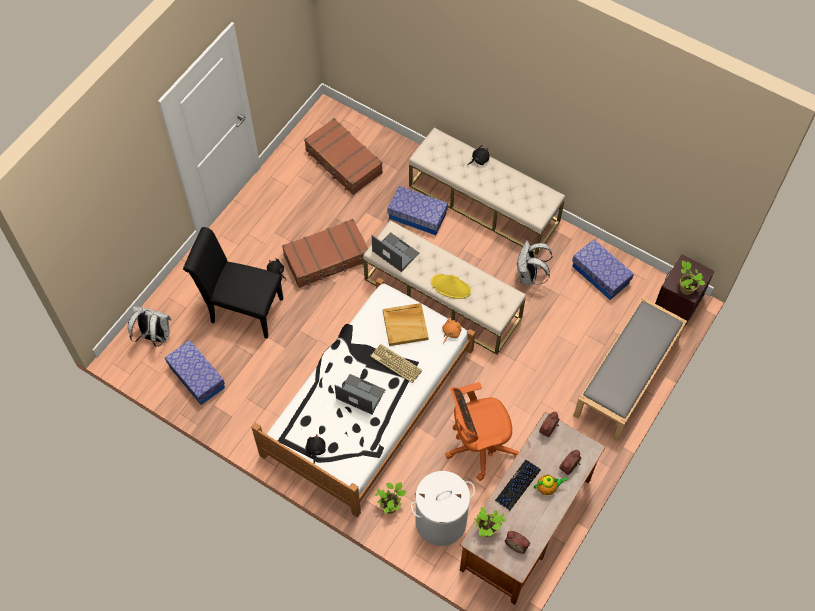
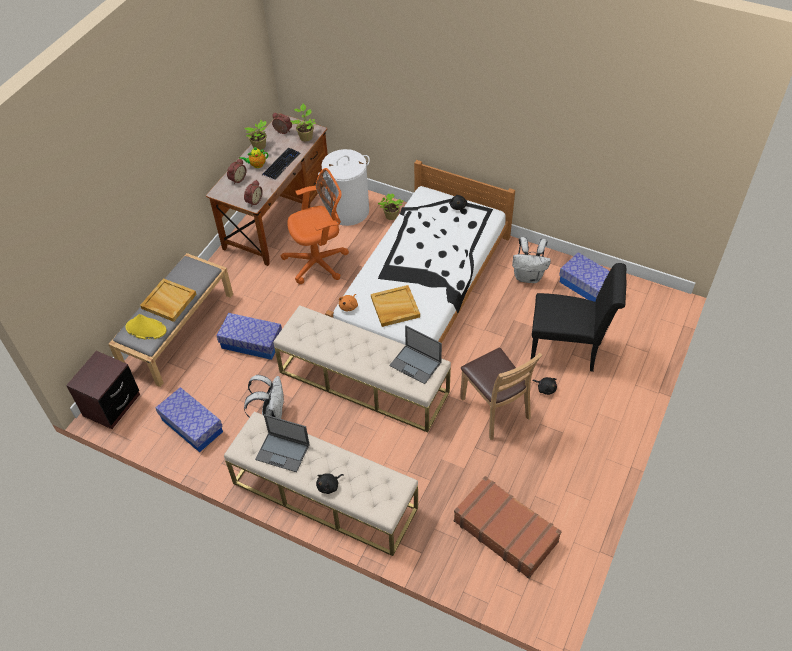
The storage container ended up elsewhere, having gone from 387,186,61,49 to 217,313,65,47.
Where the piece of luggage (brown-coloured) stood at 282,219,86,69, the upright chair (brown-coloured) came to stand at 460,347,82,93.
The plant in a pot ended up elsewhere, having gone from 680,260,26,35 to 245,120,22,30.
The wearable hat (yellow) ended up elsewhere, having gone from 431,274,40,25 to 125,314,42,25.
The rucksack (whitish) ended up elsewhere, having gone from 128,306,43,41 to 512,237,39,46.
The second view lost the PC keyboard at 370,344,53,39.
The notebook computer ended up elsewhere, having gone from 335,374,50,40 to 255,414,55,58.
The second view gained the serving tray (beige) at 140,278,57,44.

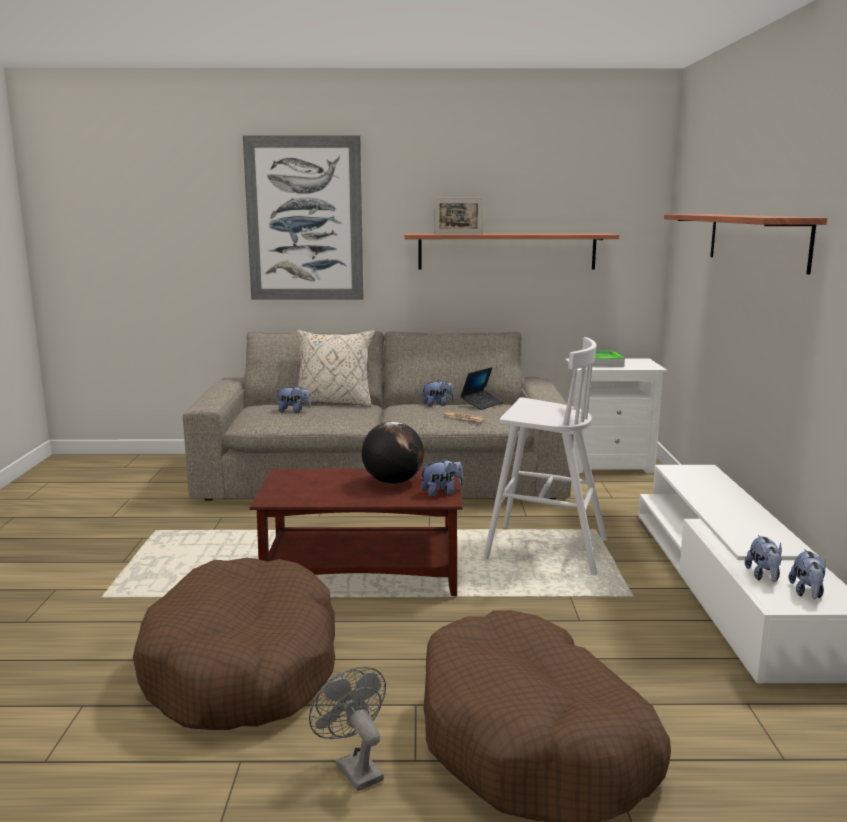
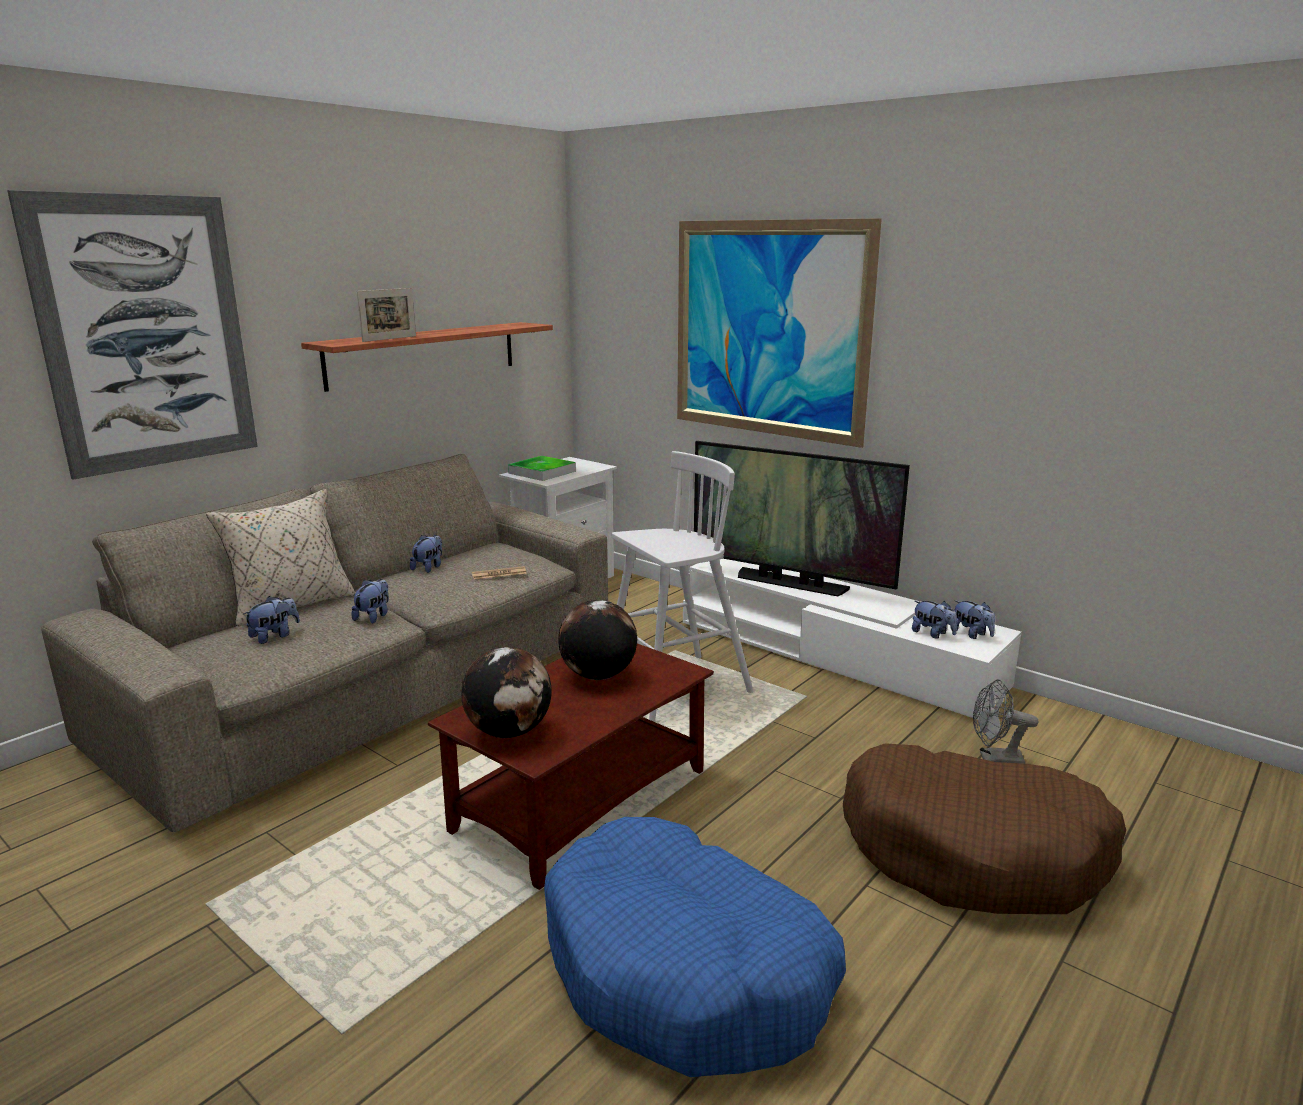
Where the wall shelf hung at 664,214,163,61, the picture came to hang at 677,218,205,230.
The second view lost the notebook computer at 460,367,44,43.
The cuddly toy ended up elsewhere, having gone from 420,457,44,40 to 351,579,38,45.
What was the pet bed (brown-coloured) at 133,558,202,172 turned into the pet bed (blue-coloured) at 544,817,302,260.
The fan (gray) ended up elsewhere, having gone from 309,667,77,124 to 973,679,65,85.
The second view gained the television at 694,441,216,155.
The second view gained the desk globe at 461,647,91,91.

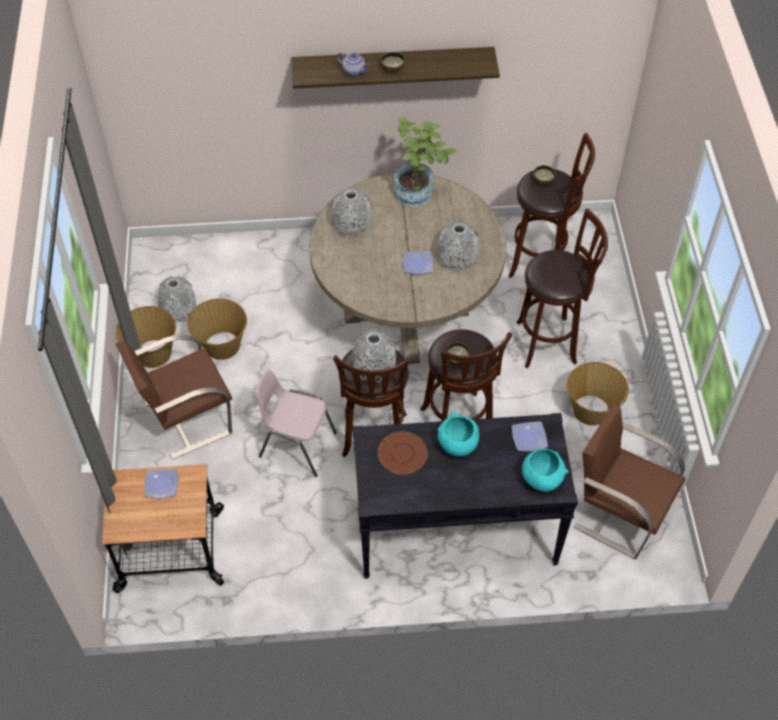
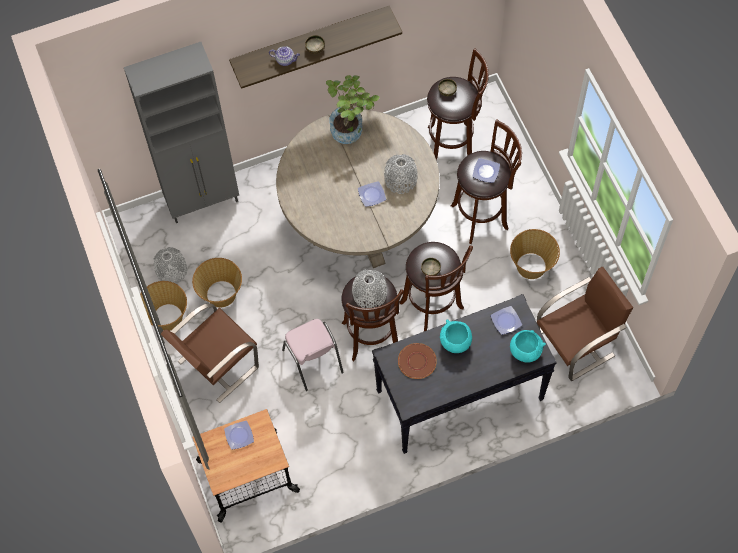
The second view lost the flower vase (gray) at 332,188,40,50.
The upright chair (pinkish) at 255,369,82,108 ended up facing another way, 120 degrees counterclockwise from before.
The upright chair (brown-coloured) at 574,404,112,155 ended up facing another way, 135 degrees clockwise from before.
The second view gained the storage cabinet (gray) at 124,42,115,181.
The second view gained the dinner plate at 473,158,27,25.

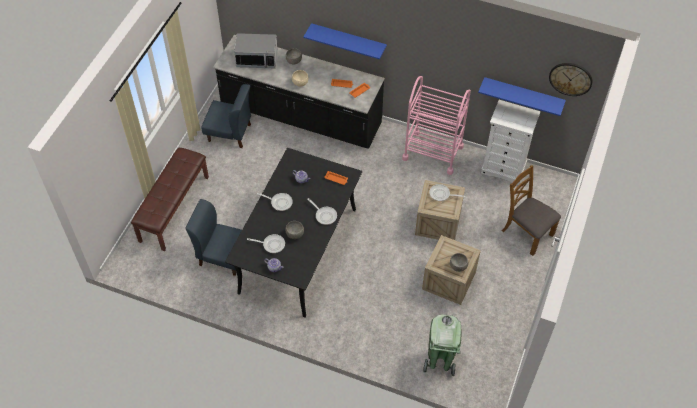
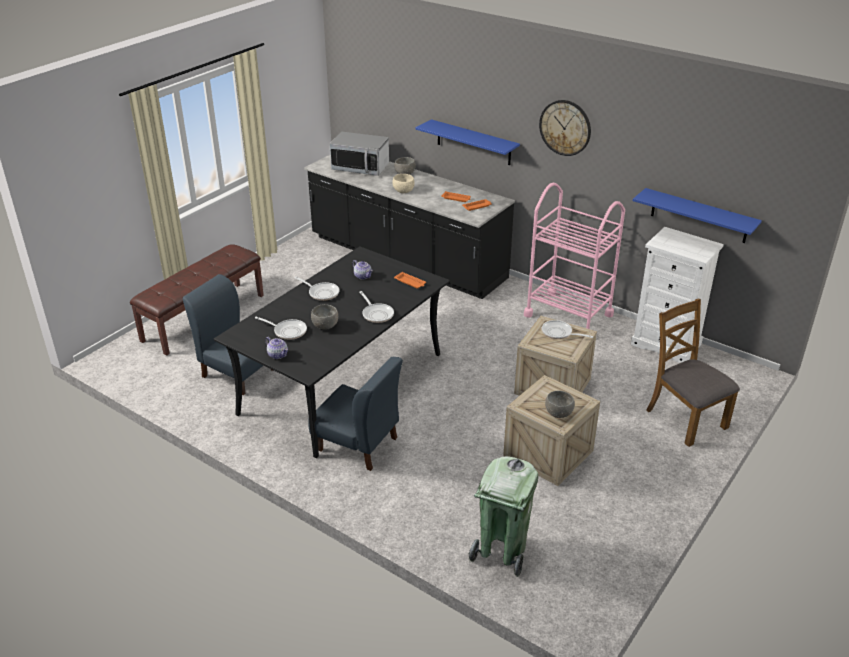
The hanging clock ended up elsewhere, having gone from 549,63,43,33 to 539,100,52,56.
The upright chair (blue-coloured) ended up elsewhere, having gone from 201,84,50,64 to 308,357,95,114.

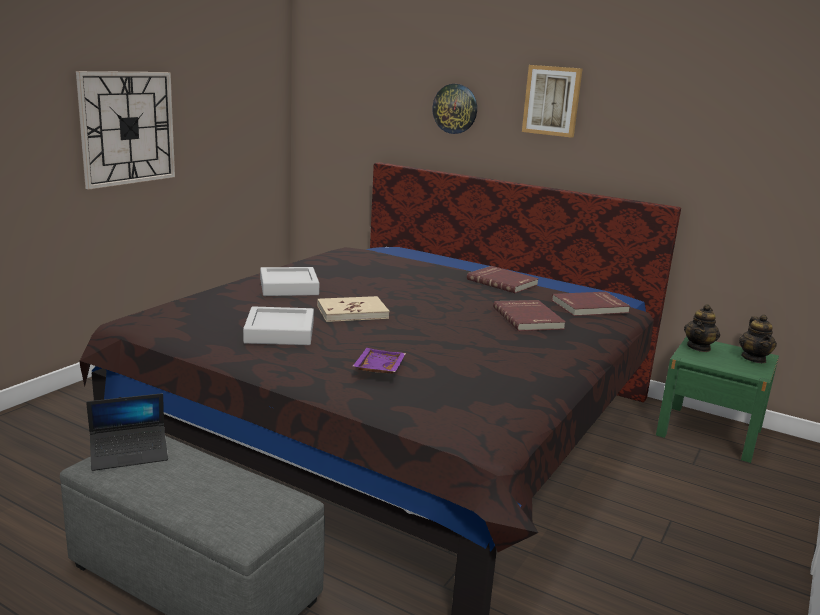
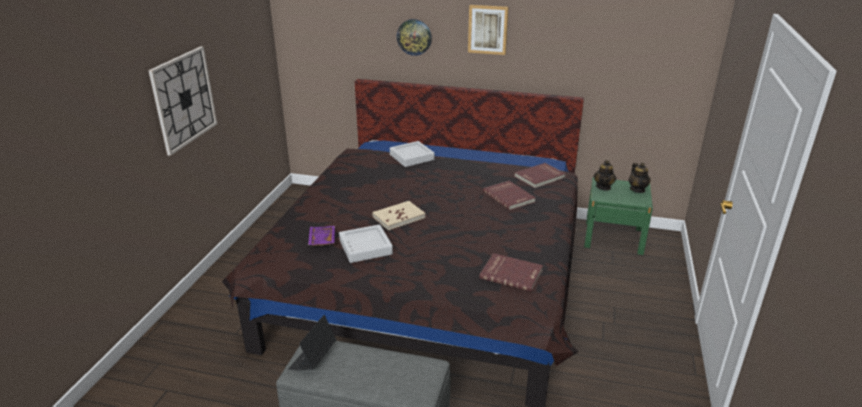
The book (red) ended up elsewhere, having gone from 467,266,72,27 to 480,253,63,39.
The serving tray (gray) ended up elsewhere, having gone from 260,267,59,29 to 390,141,45,26.
The serving tray (purple-coloured) ended up elsewhere, having gone from 353,348,53,26 to 308,226,27,20.
The notebook computer at 86,393,82,78 ended up facing another way, 150 degrees clockwise from before.

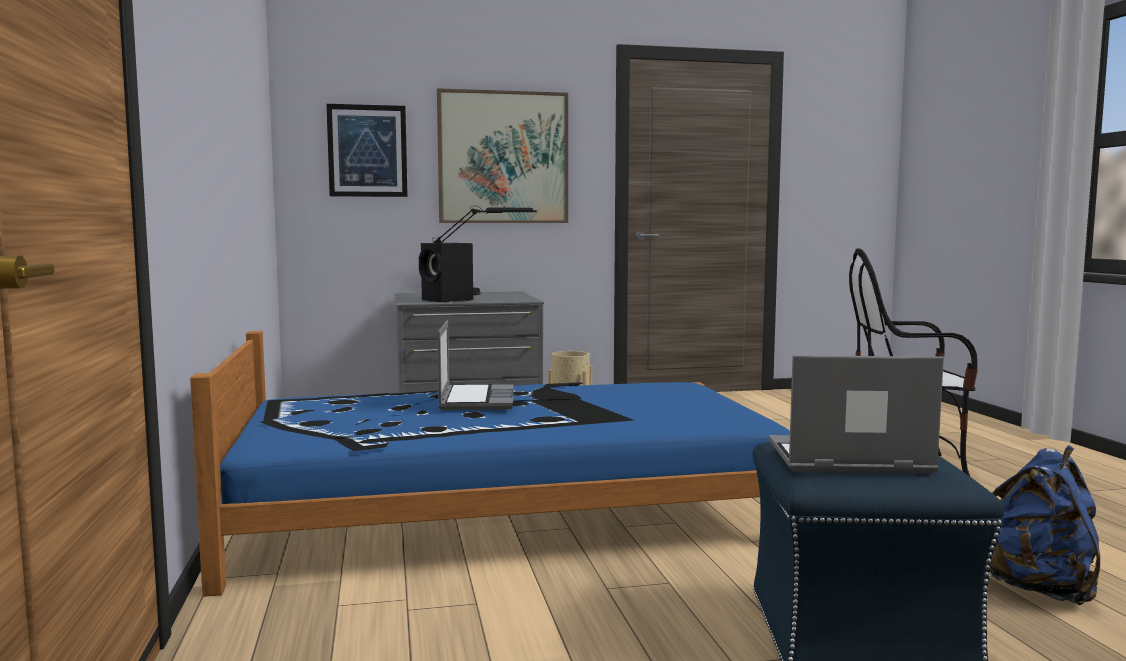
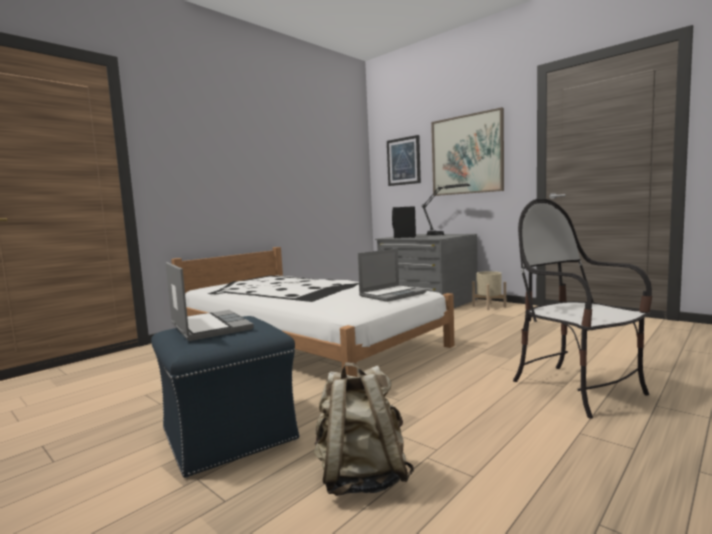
The notebook computer ended up elsewhere, having gone from 437,320,76,90 to 358,248,69,54.
What was the bedroom bed (blue-coloured) at 190,331,600,266 turned into the bedroom bed (whitish) at 171,247,283,130.
What was the rucksack (blue-coloured) at 990,446,110,159 turned into the rucksack (beige) at 314,362,100,134.

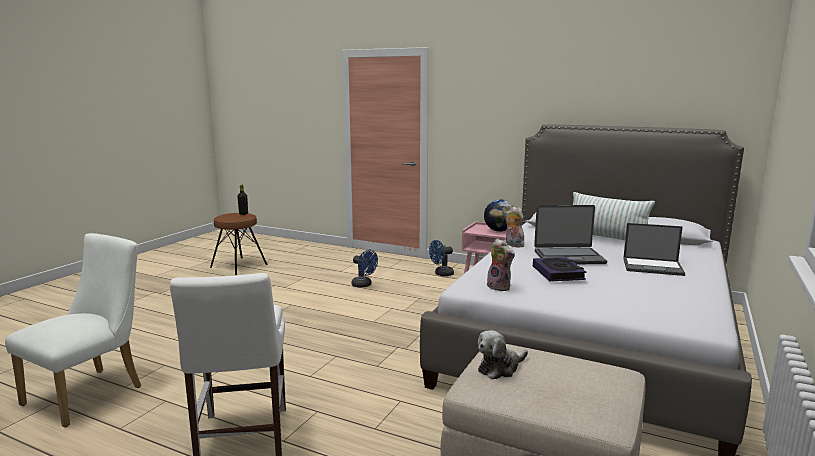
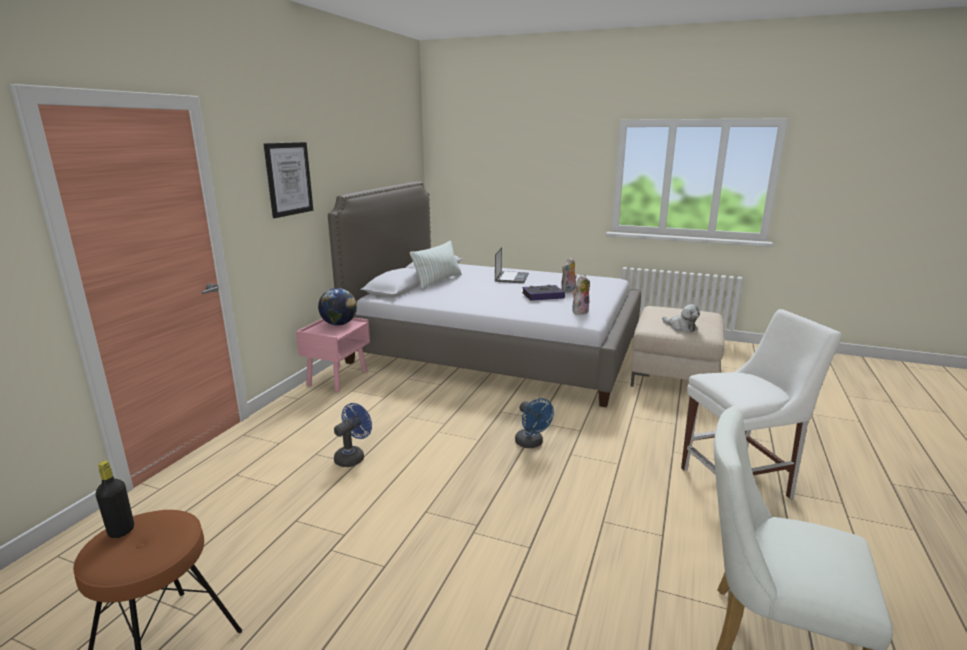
The second view lost the notebook computer at 534,205,73,59.
The cuddly toy ended up elsewhere, having gone from 504,207,20,41 to 561,257,16,36.
The fan (blue-coloured) ended up elsewhere, having gone from 429,240,25,36 to 515,398,39,50.
The second view gained the picture at 264,142,49,76.

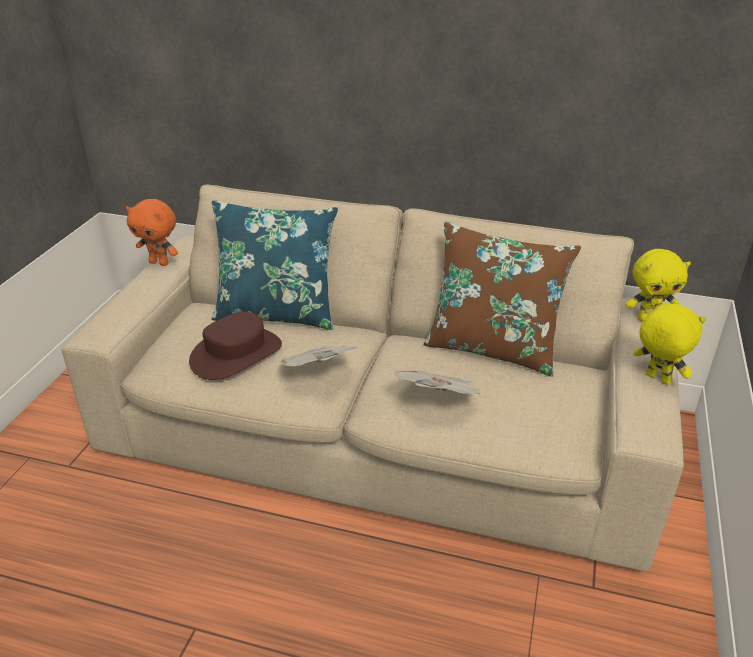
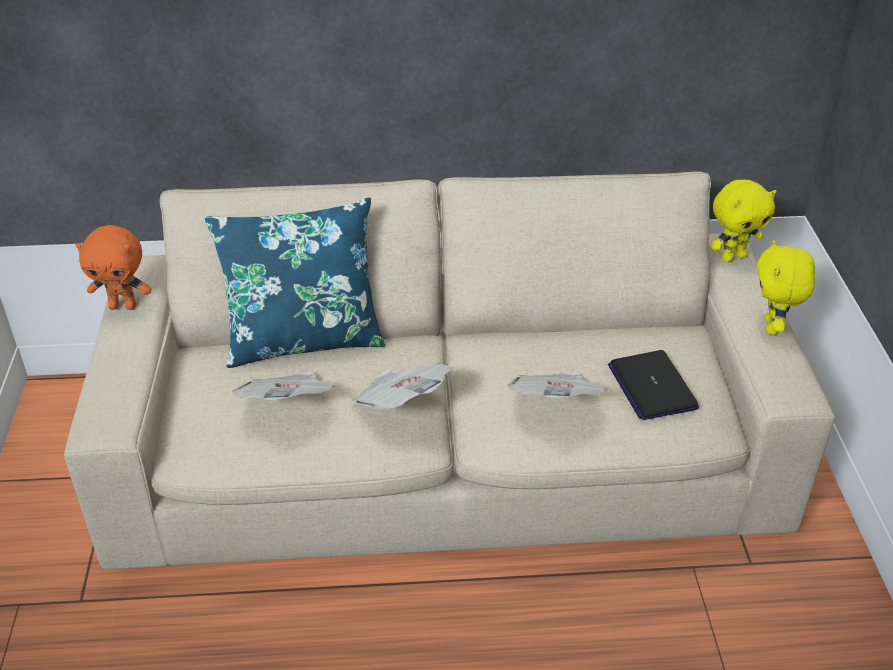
The second view lost the throw pillow (brown-coloured) at 424,221,157,156.
The cuddly toy (yellow) at 633,299,73,86 ended up facing another way, 105 degrees counterclockwise from before.
Where the wearable hat (brown-coloured) stood at 189,312,93,68, the printed paper came to stand at 232,372,103,29.
The second view gained the notebook computer at 608,350,91,70.

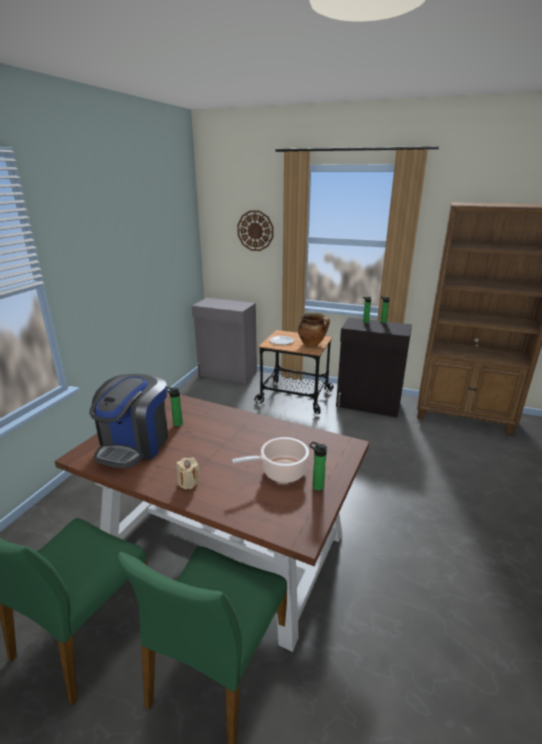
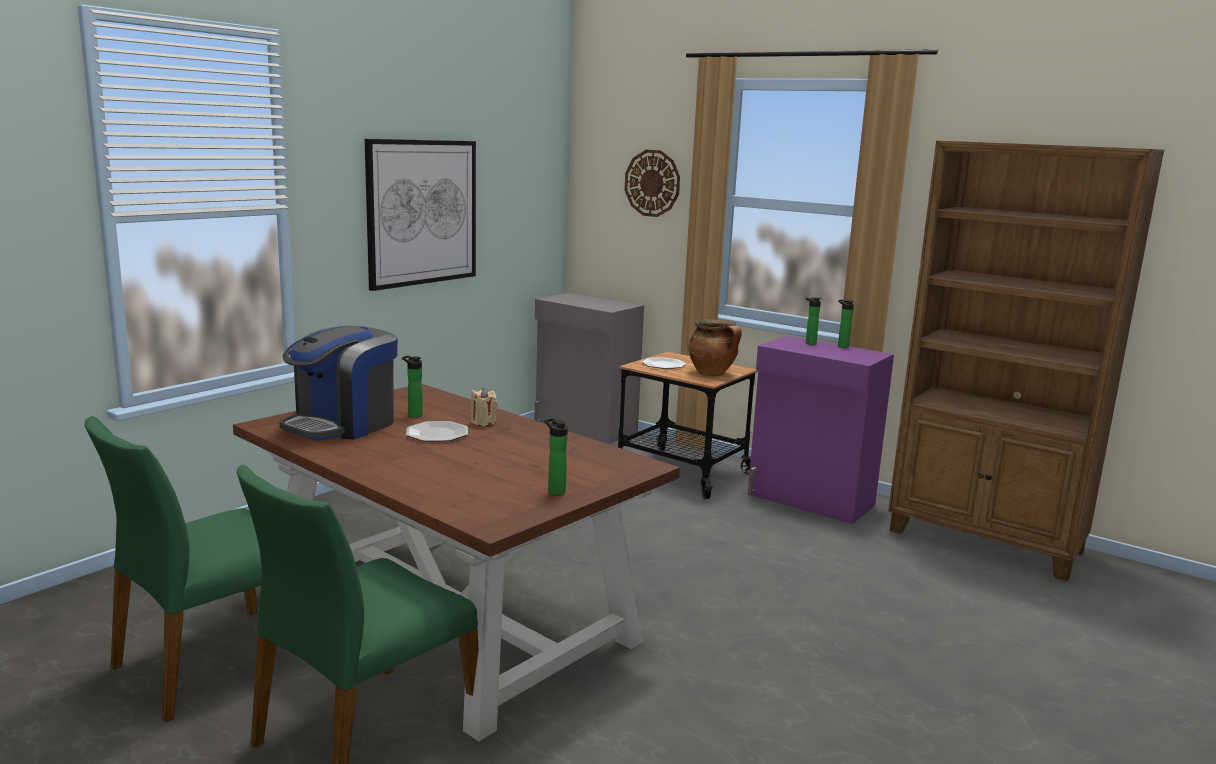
What was the storage cabinet (blackish) at 336,317,76,100 turned into the storage cabinet (purple-coloured) at 748,336,146,188.
The second view lost the stockpot at 232,437,77,46.
The wax light (beige) ended up elsewhere, having gone from 176,457,23,33 to 471,388,27,38.
The second view gained the picture at 365,139,111,152.
The second view gained the dinner plate at 406,421,62,21.

